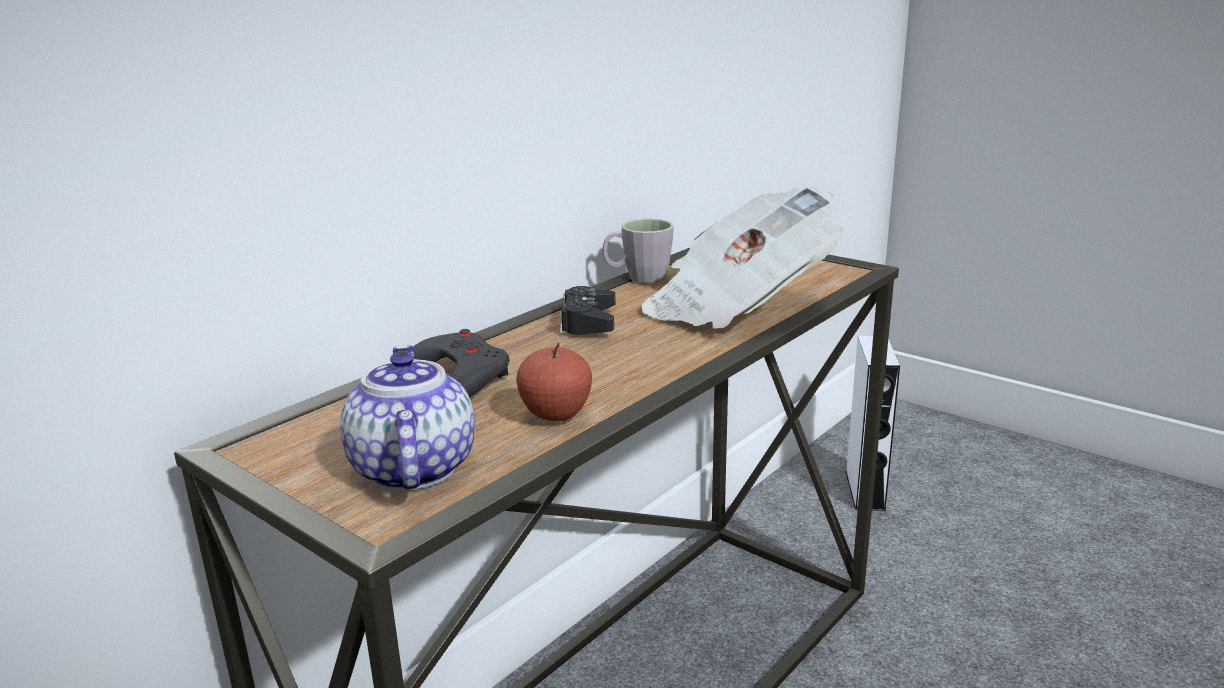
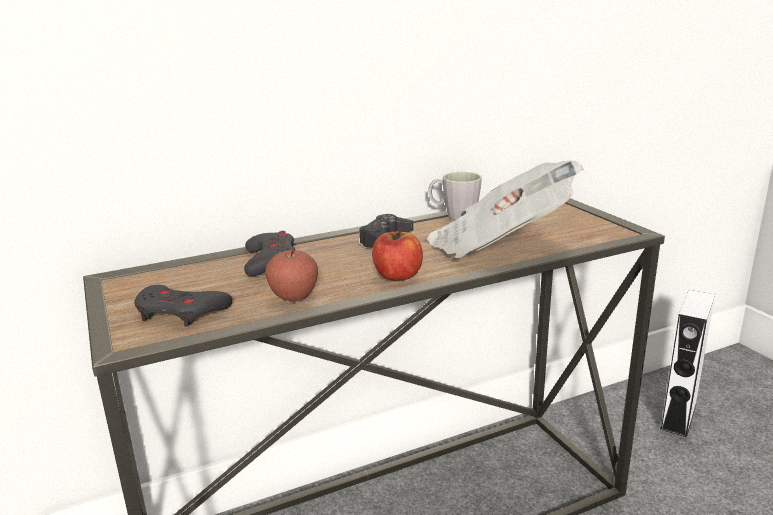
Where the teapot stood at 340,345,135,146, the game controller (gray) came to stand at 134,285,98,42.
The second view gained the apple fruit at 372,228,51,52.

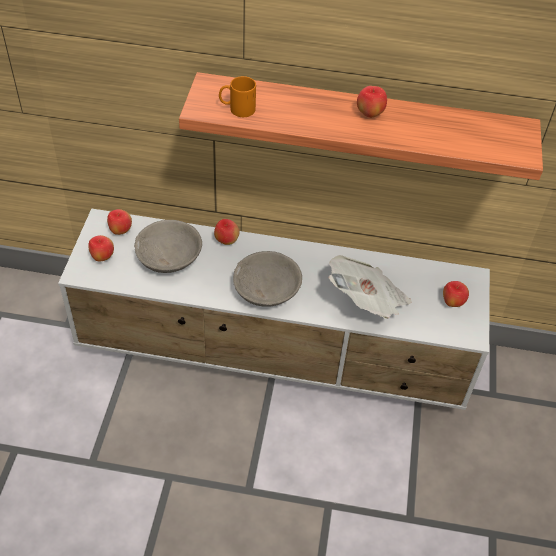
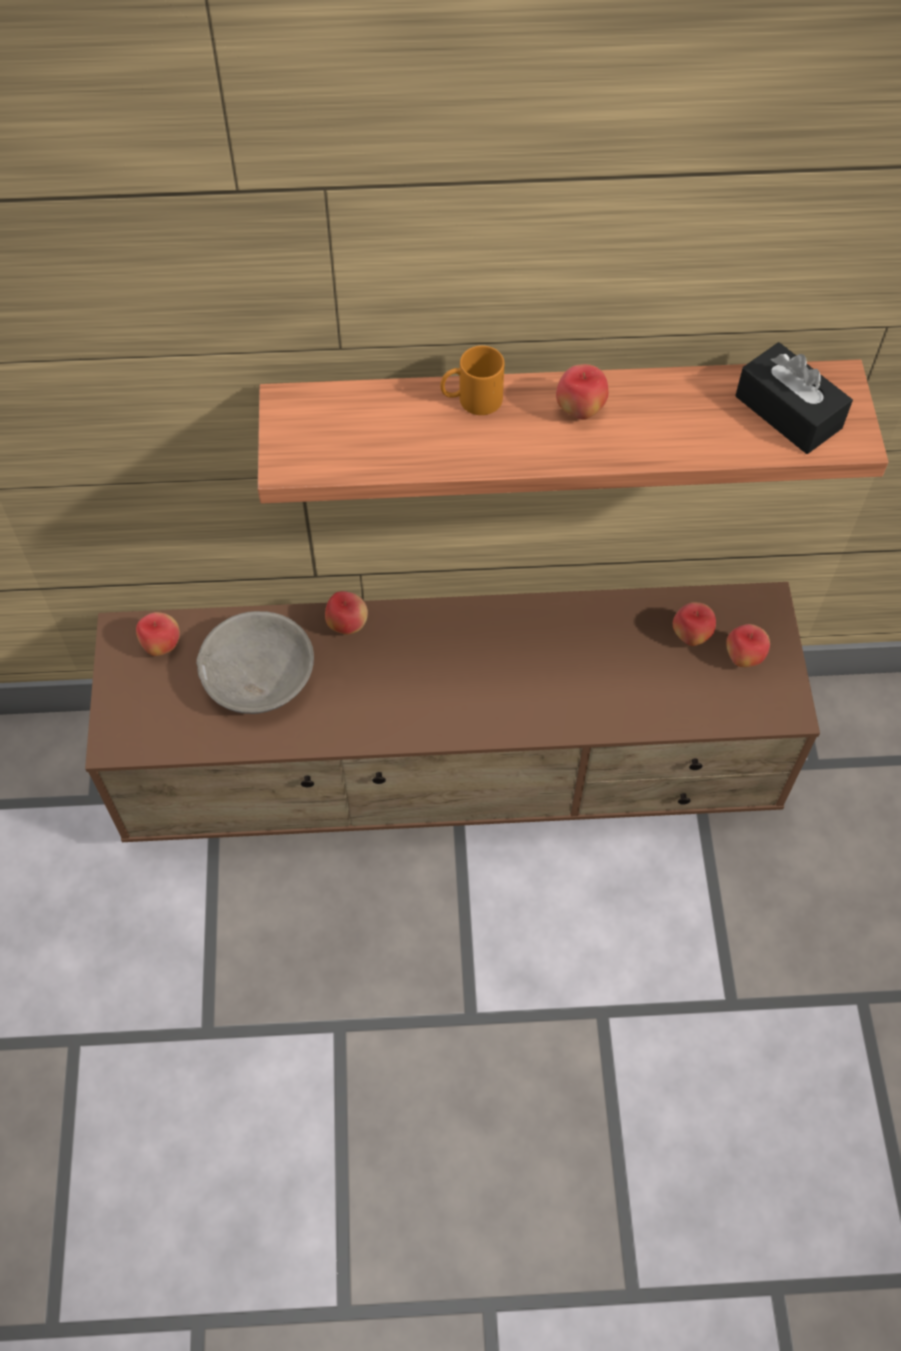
The mug (orangey) ended up elsewhere, having gone from 219,76,37,41 to 440,346,64,69.
What was the tv unit (whitish) at 58,208,432,202 turned into the tv unit (brown-coloured) at 85,582,735,260.
The apple fruit ended up elsewhere, having gone from 88,235,26,27 to 673,602,43,44.
The second view lost the bowl (gray) at 233,251,69,56.
The second view lost the printed paper at 328,255,84,64.
The second view gained the tissue holder (blackish) at 735,342,118,112.

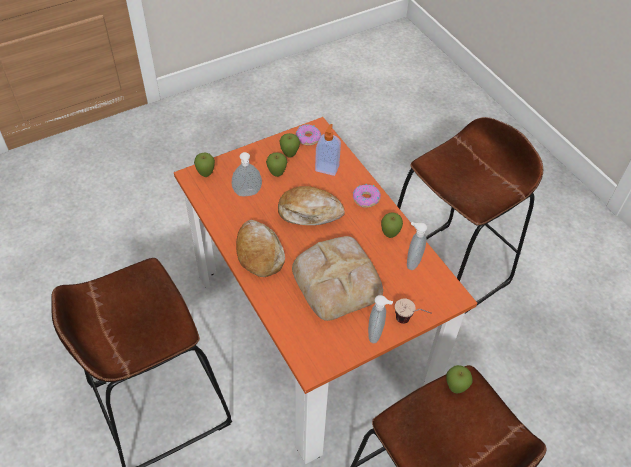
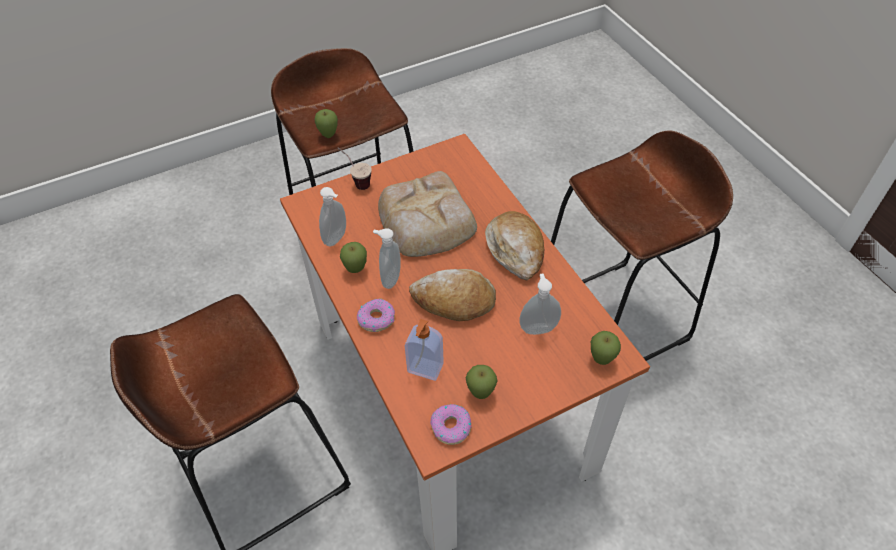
The second view lost the apple fruit at 266,153,21,24.
The soap dispenser ended up elsewhere, having gone from 368,295,25,48 to 373,228,28,61.

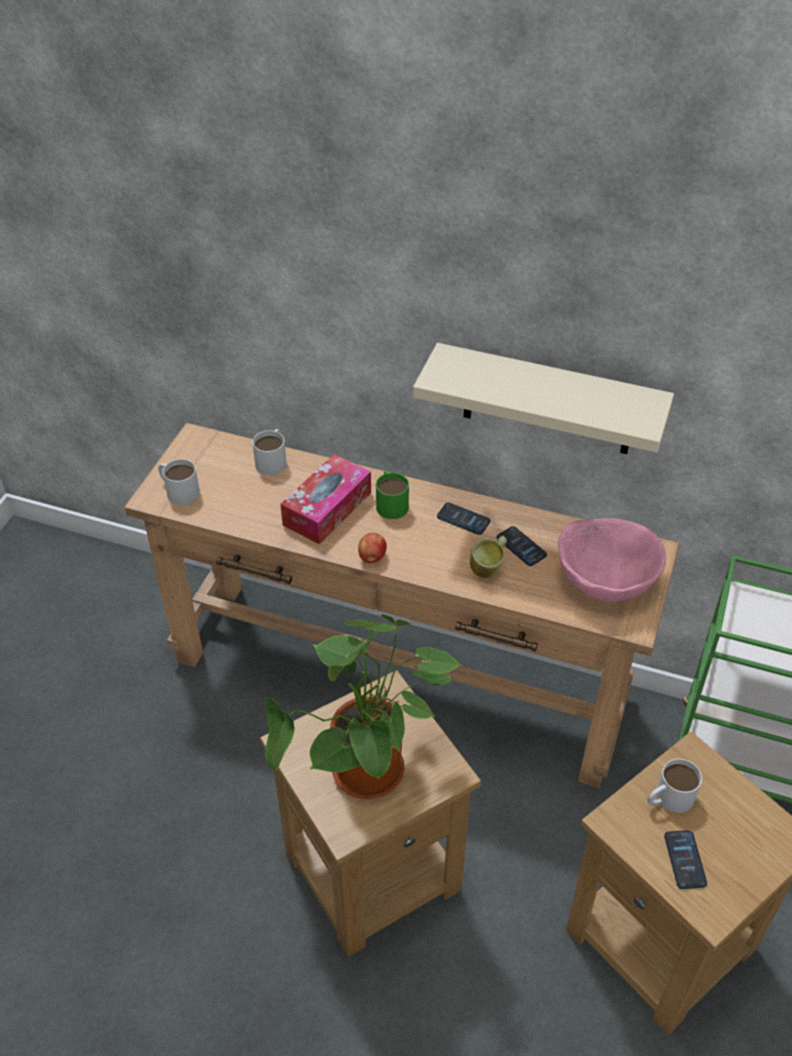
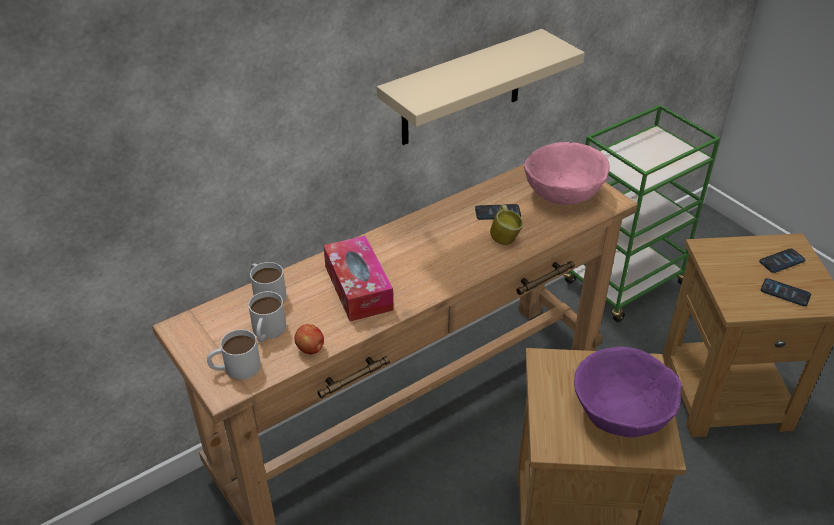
The second view lost the mug (green-coloured) at 376,471,33,48.
The handset ended up elsewhere, having gone from 437,502,54,33 to 759,248,46,25.
The apple fruit ended up elsewhere, having gone from 358,533,29,30 to 294,324,30,31.
Where the plant in a pot stood at 265,614,199,185, the bowl (purple-coloured) came to stand at 574,347,108,91.
The mug (whitish) ended up elsewhere, having gone from 647,759,55,54 to 248,291,38,51.

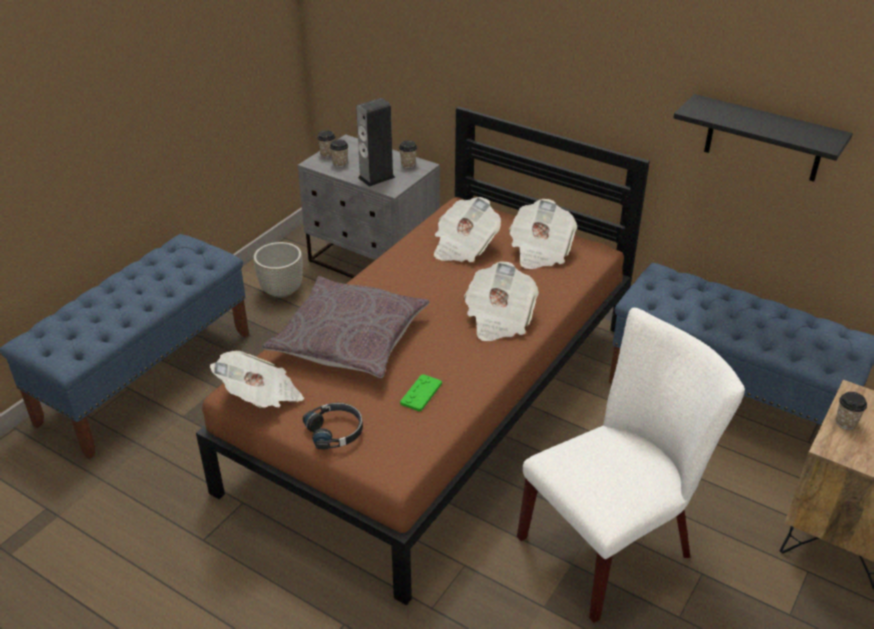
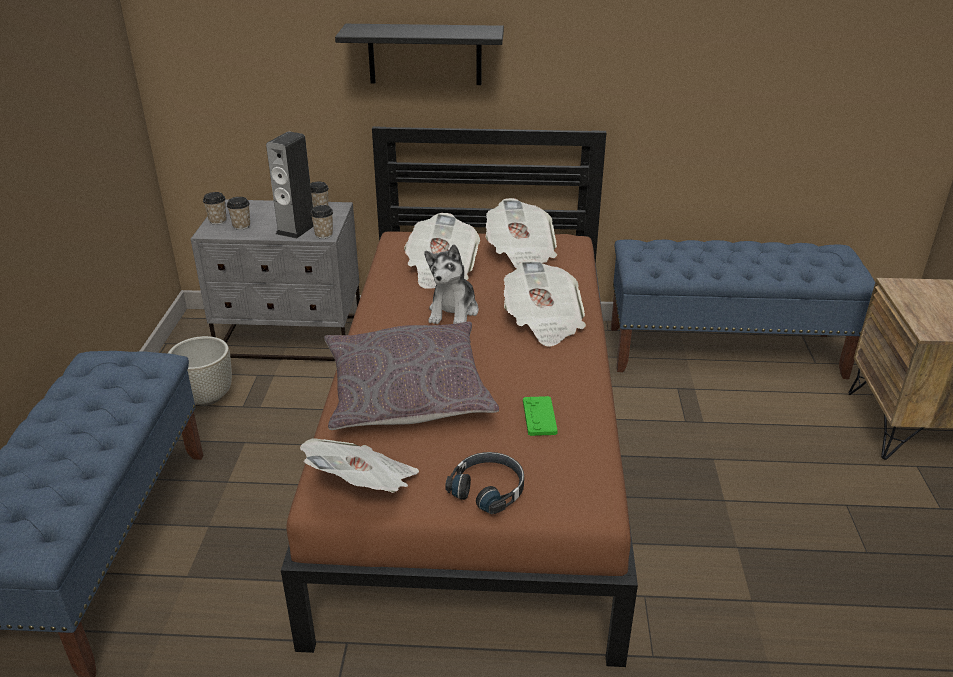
The wall shelf (blackish) ended up elsewhere, having gone from 673,94,180,88 to 335,24,169,61.
The second view lost the upright chair (whitish) at 517,307,228,316.
The drinking cup ended up elsewhere, having gone from 836,392,31,38 to 310,205,23,34.
The second view gained the cuddly toy at 424,244,54,80.

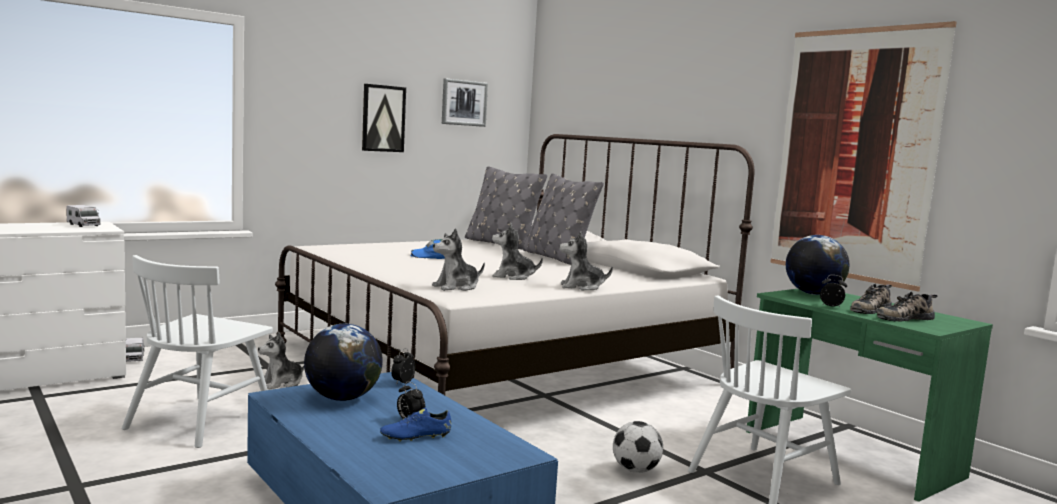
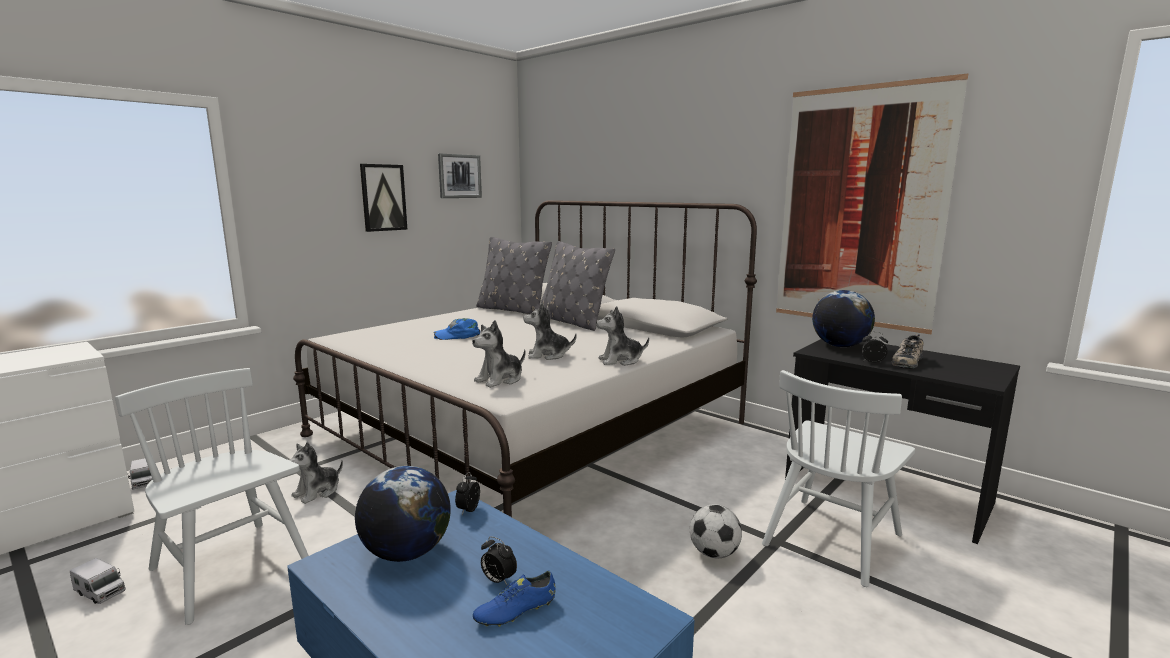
The toy truck ended up elsewhere, having gone from 67,205,34,22 to 70,558,56,46.
The upright chair (whitish) at 122,255,151,193 ended up facing another way, 120 degrees clockwise from before.
What was the desk (green-coloured) at 746,289,247,213 turned into the desk (blackish) at 785,339,235,205.
The second view lost the low shoe at 877,292,61,29.

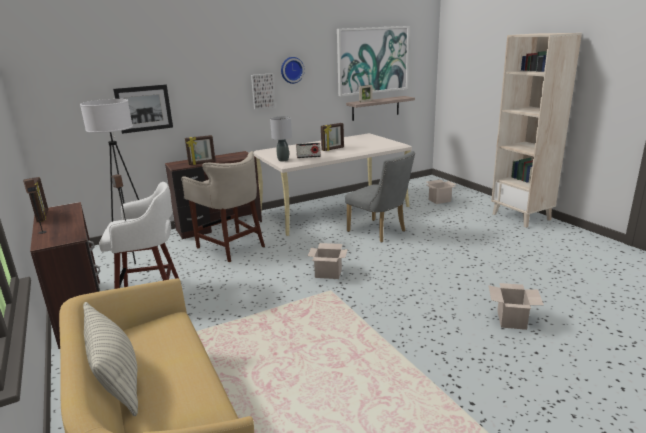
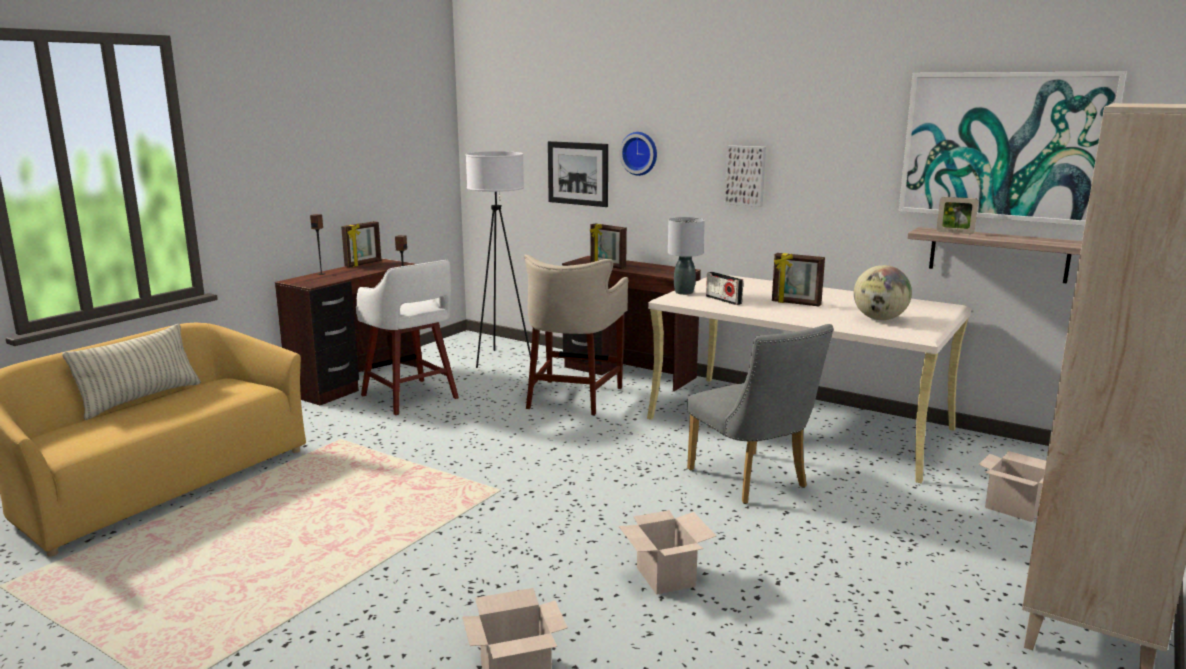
The hanging clock ended up elsewhere, having gone from 281,57,24,27 to 619,132,38,44.
The upright chair (gray) at 345,151,70,92 ended up facing another way, 45 degrees counterclockwise from before.
The packing box ended up elsewhere, having gone from 307,243,41,36 to 619,510,97,85.
The second view gained the desk globe at 854,265,58,55.

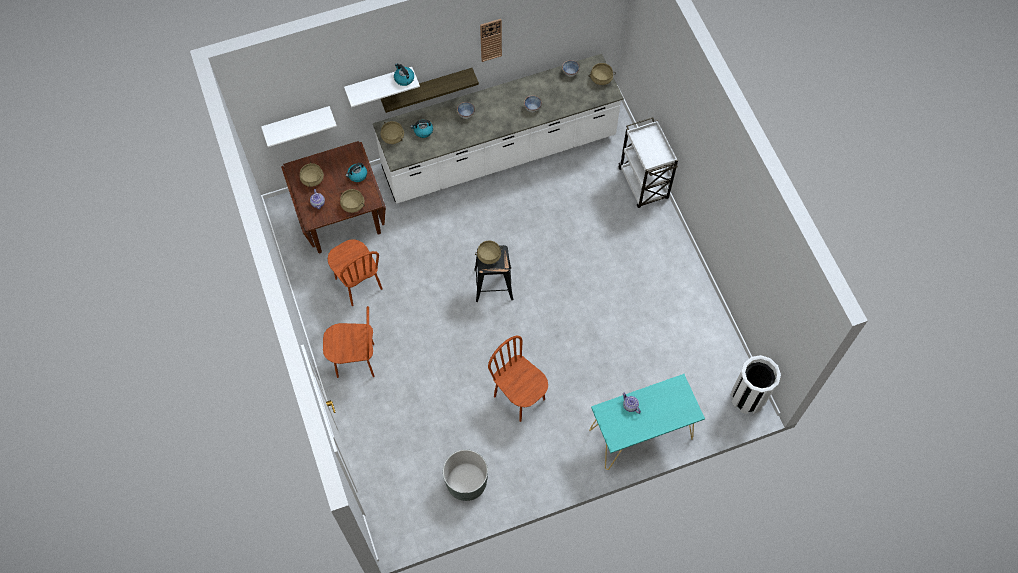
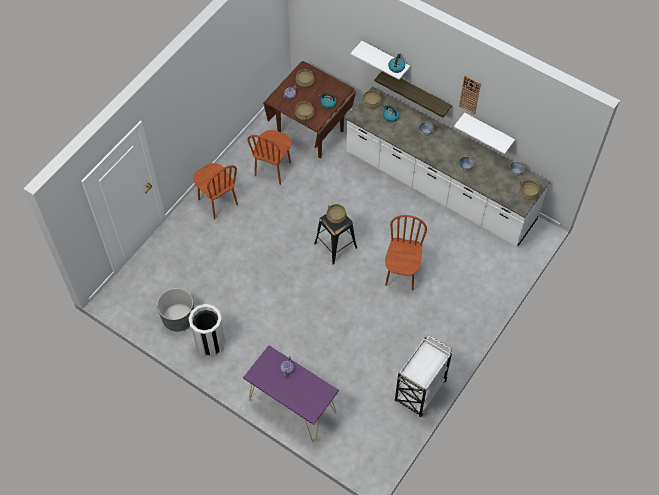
The wall shelf (whitish) ended up elsewhere, having gone from 261,106,76,41 to 454,113,61,41.
The wheeled cart (whitish) ended up elsewhere, having gone from 618,117,60,91 to 395,335,57,82.
The upright chair (brown-coloured) ended up elsewhere, having gone from 488,336,60,86 to 385,215,42,76.
The trash can (whitish) ended up elsewhere, having gone from 731,355,50,59 to 188,304,37,53.
What was the narrow table (turquoise-coloured) at 589,374,116,96 turned into the narrow table (purple-coloured) at 243,345,96,98.

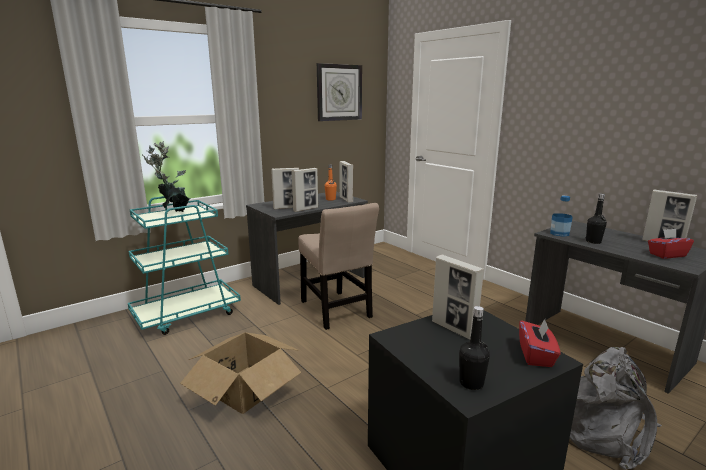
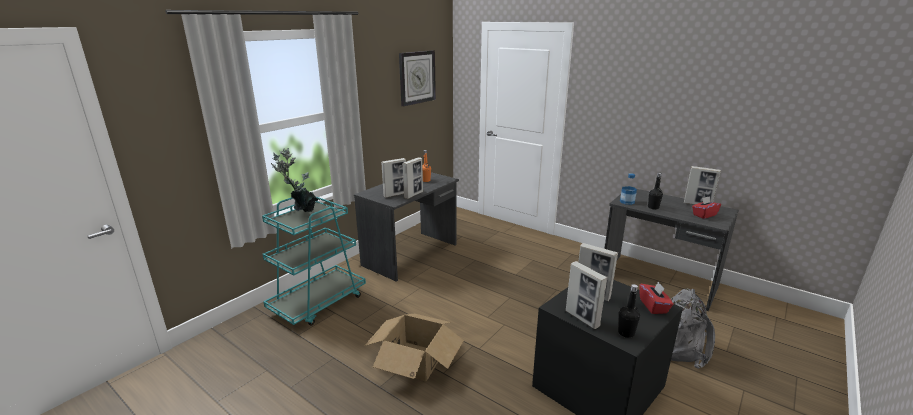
The standing frame ended up elsewhere, having gone from 339,161,14,42 to 566,261,42,68.
The second view lost the upright chair (beige) at 298,203,81,127.

